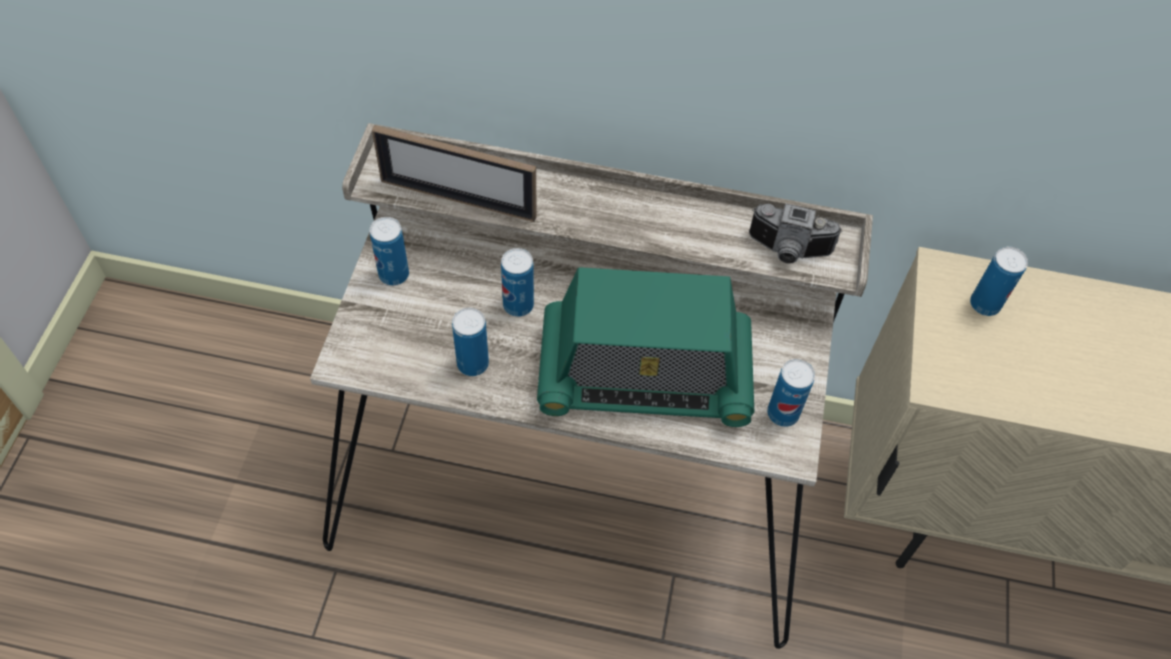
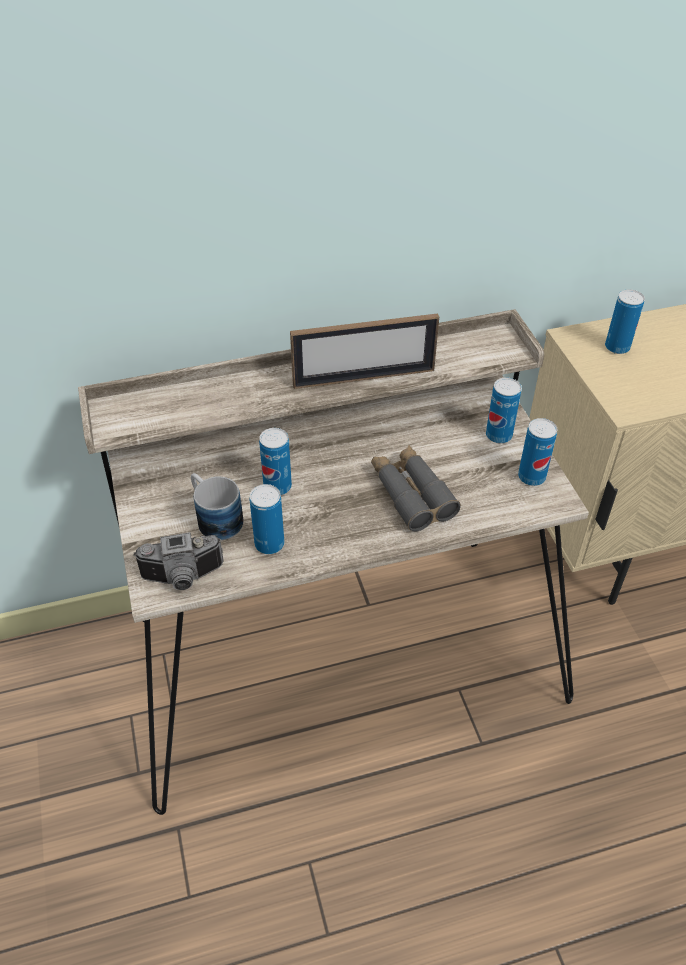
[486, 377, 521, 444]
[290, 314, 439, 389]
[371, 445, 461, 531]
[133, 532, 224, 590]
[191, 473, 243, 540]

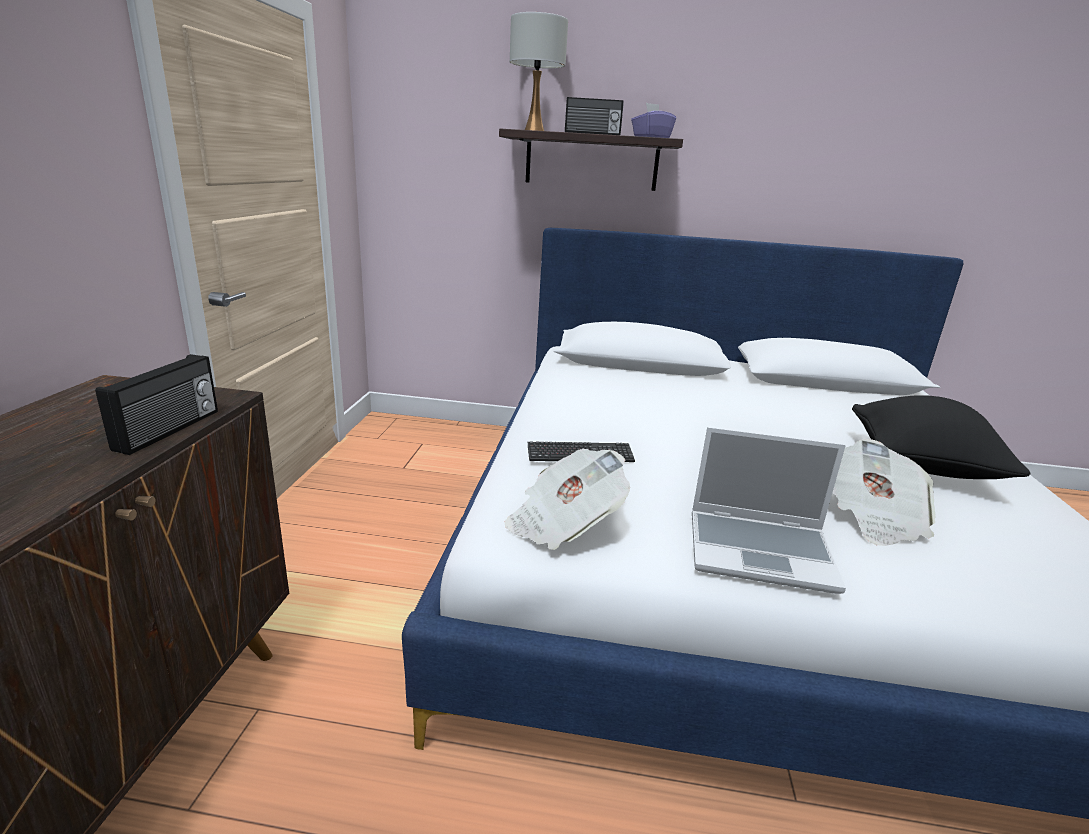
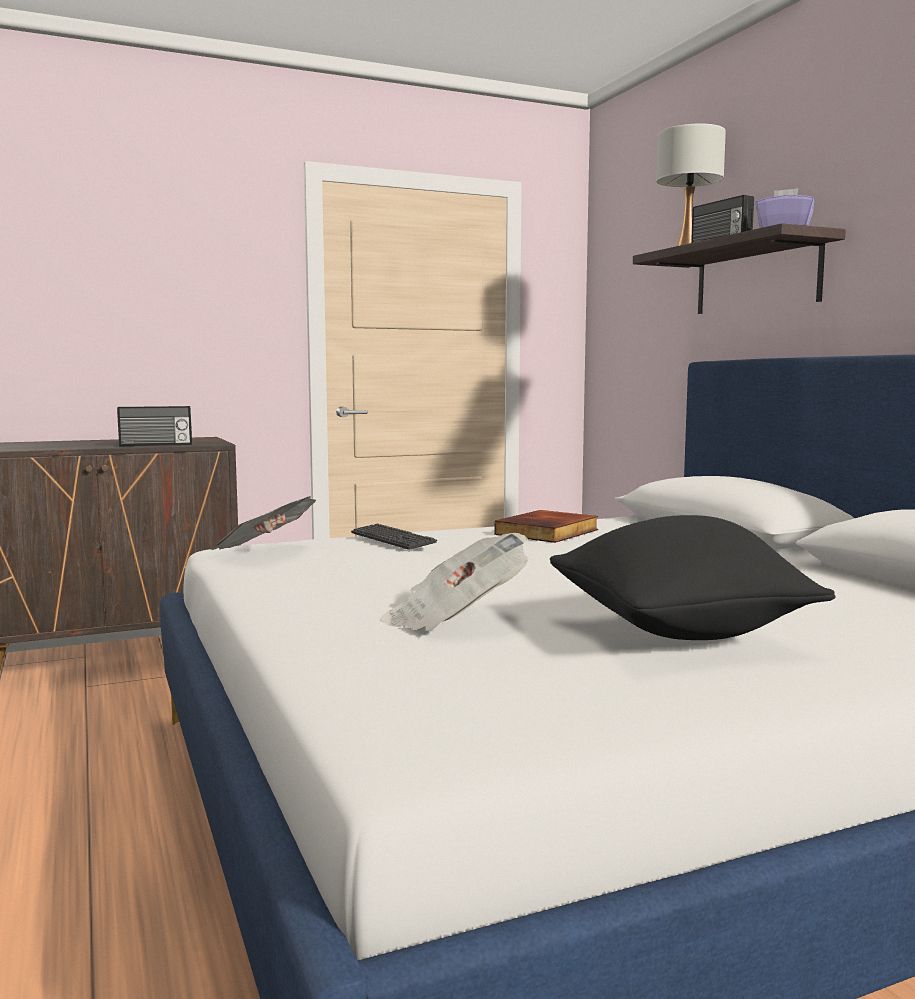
[692, 427, 846, 594] (first image)
[495, 510, 598, 543]

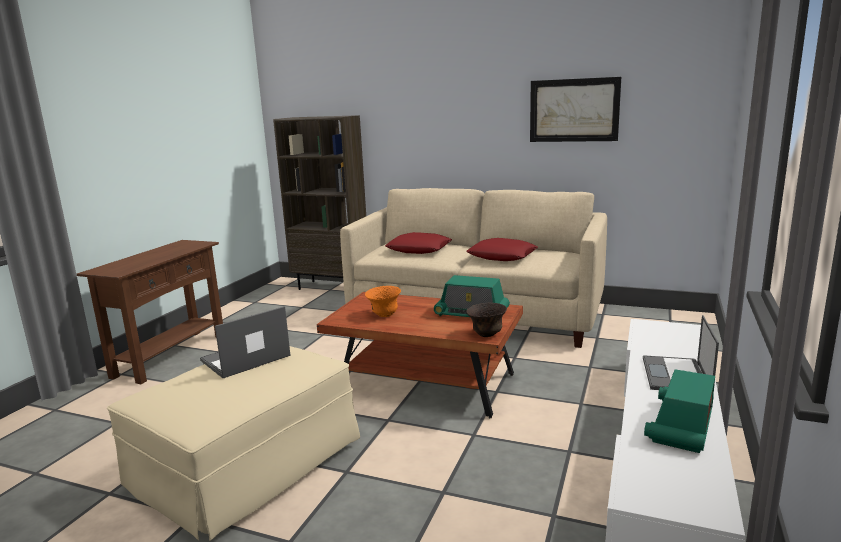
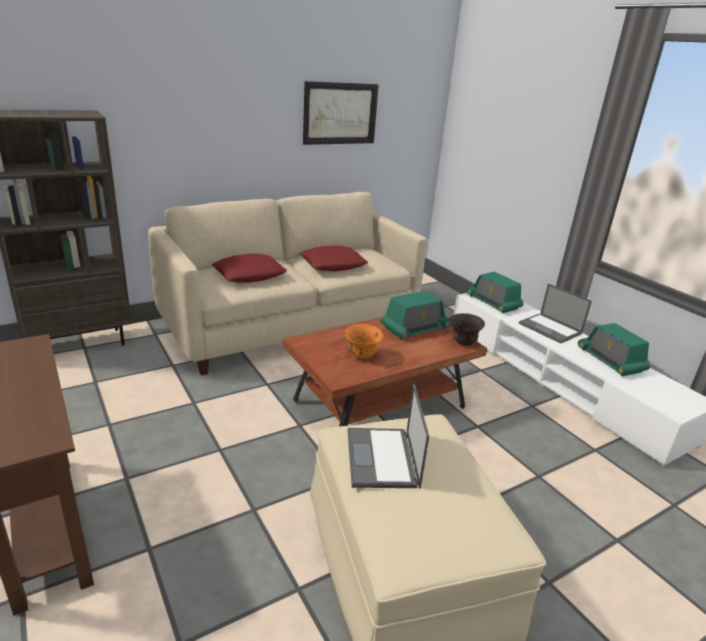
[466, 272, 523, 313]

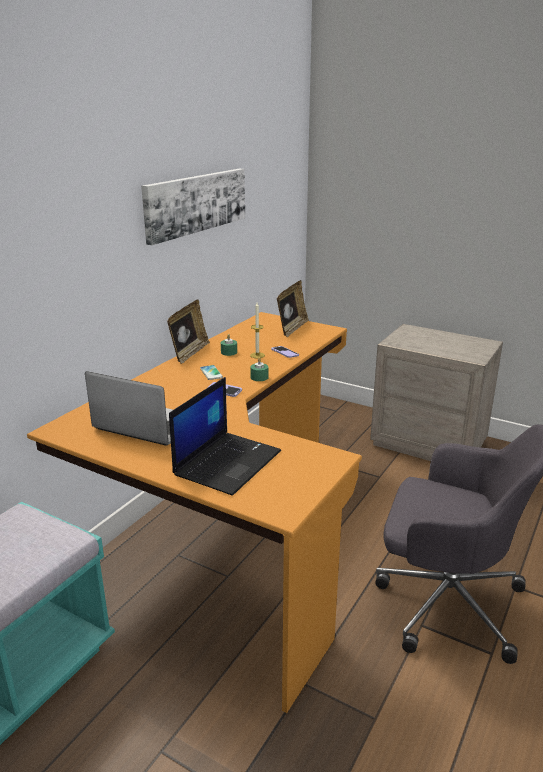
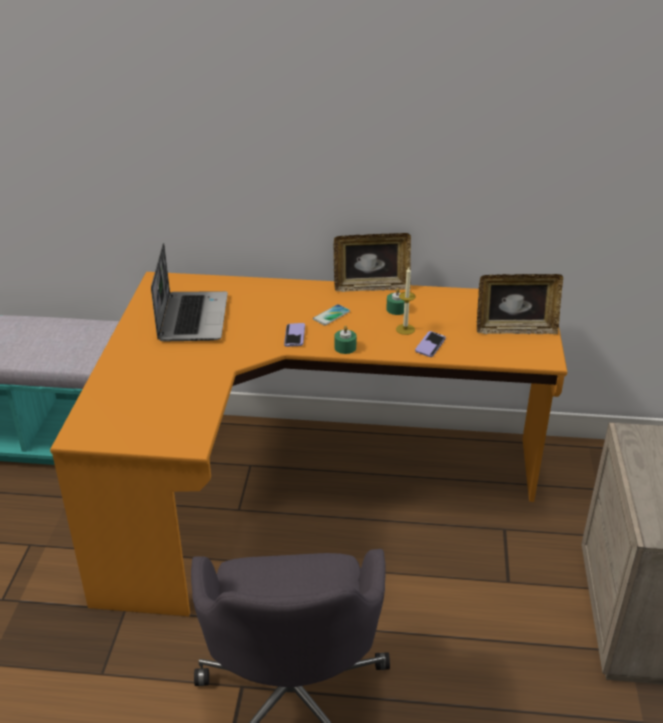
[141, 169, 245, 245] (first image)
[169, 377, 281, 496] (first image)

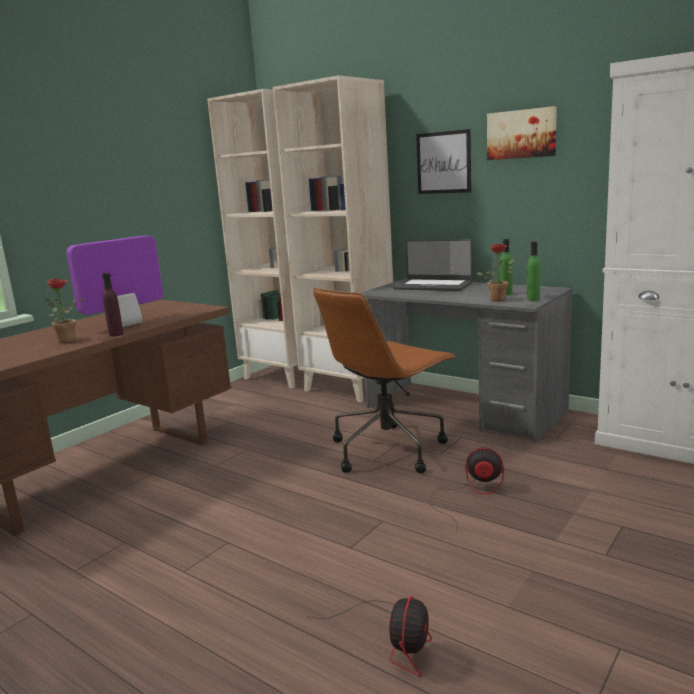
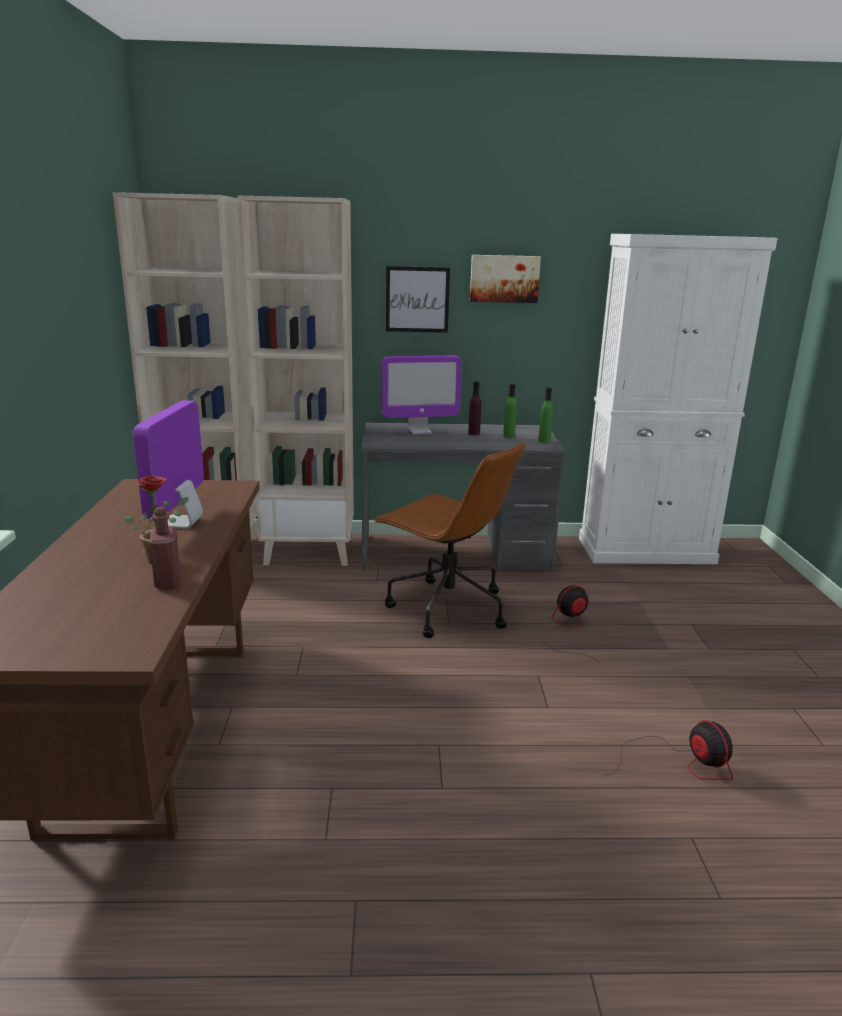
[468, 381, 481, 435]
[373, 441, 525, 638]
[381, 355, 462, 434]
[476, 243, 515, 302] (first image)
[149, 507, 180, 589]

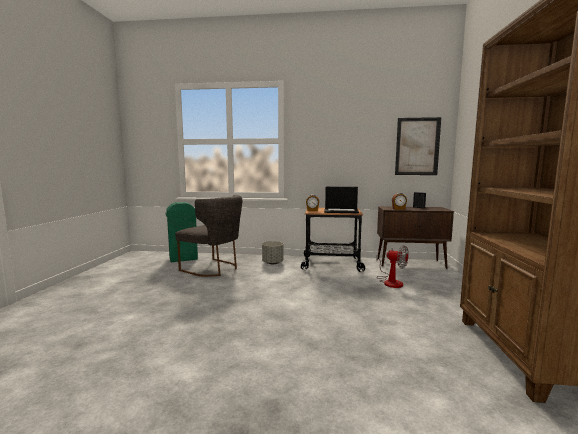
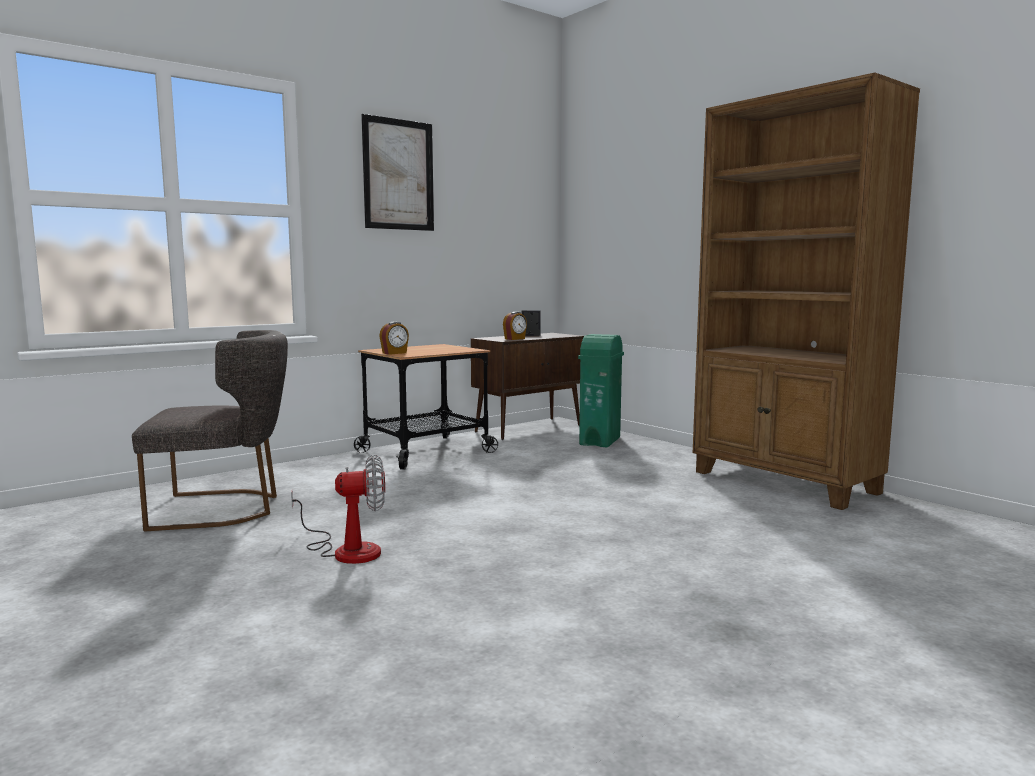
[578, 334, 624, 447]
[262, 241, 283, 264] (first image)
[324, 187, 359, 214] (first image)
[291, 454, 385, 564]
[361, 114, 434, 231]

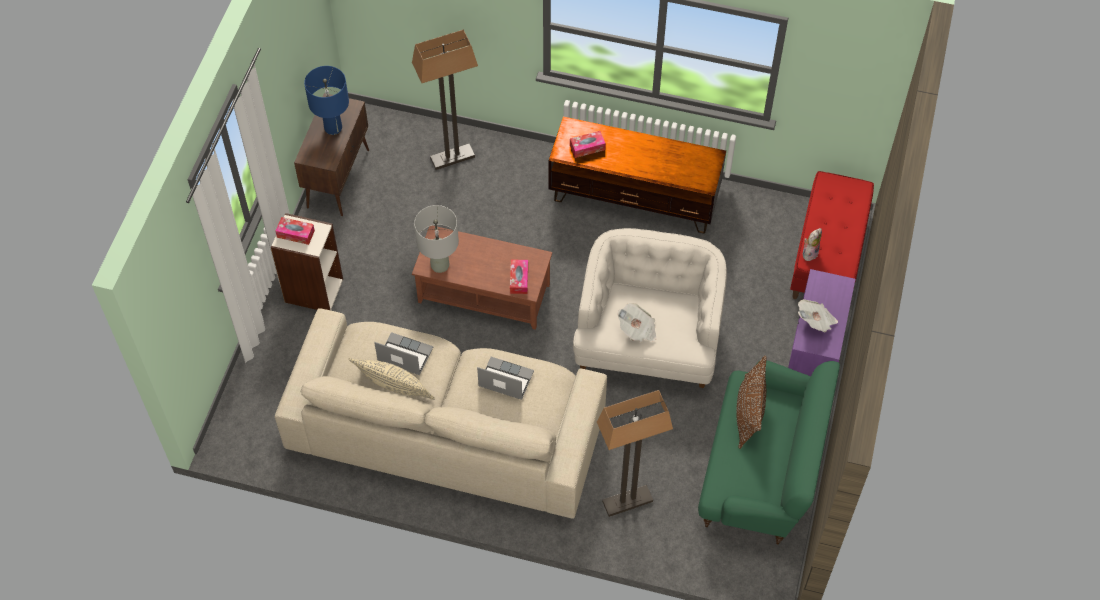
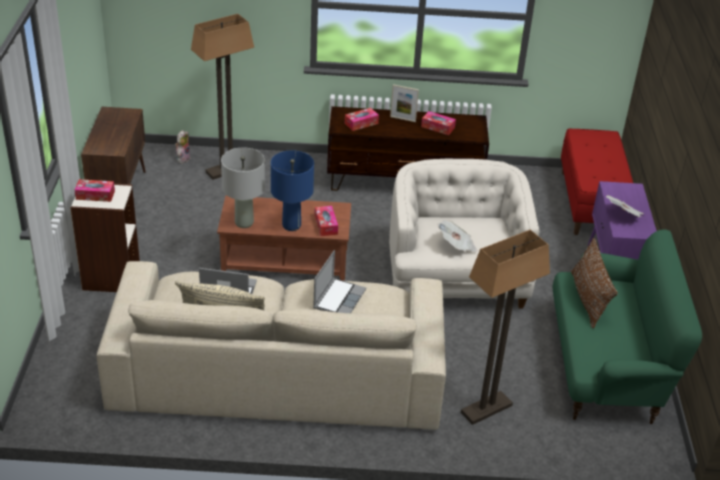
[271, 150, 314, 231]
[313, 250, 366, 313]
[175, 130, 190, 163]
[390, 84, 419, 122]
[421, 111, 456, 135]

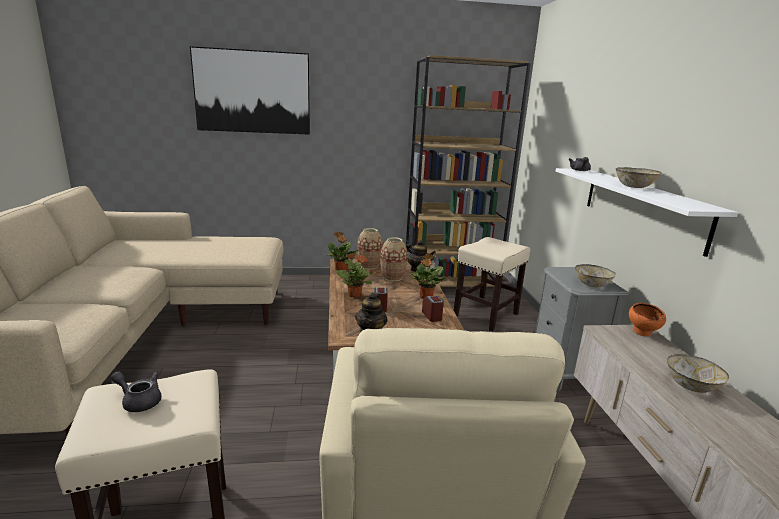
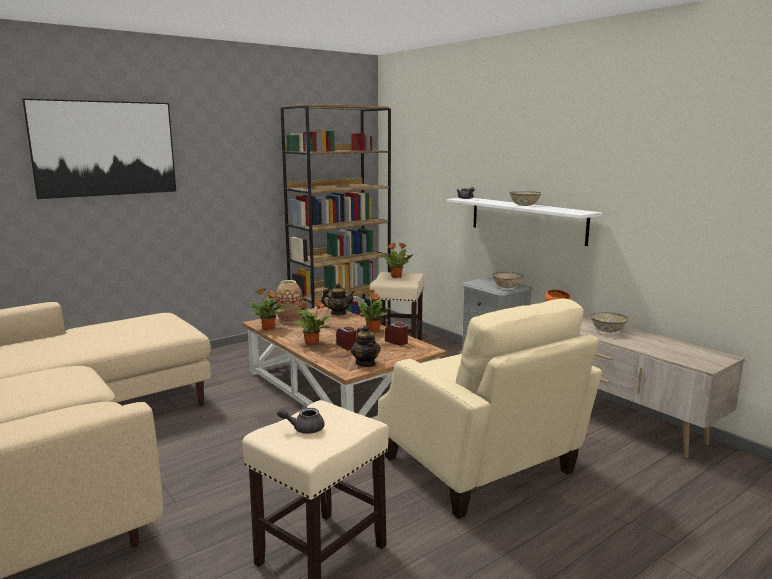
[380, 237, 408, 281] (first image)
[382, 243, 414, 278]

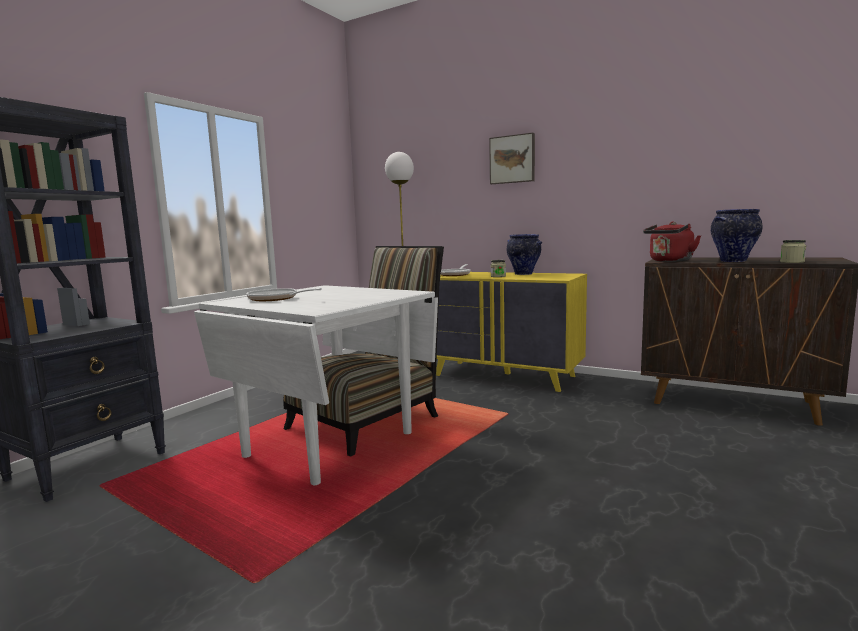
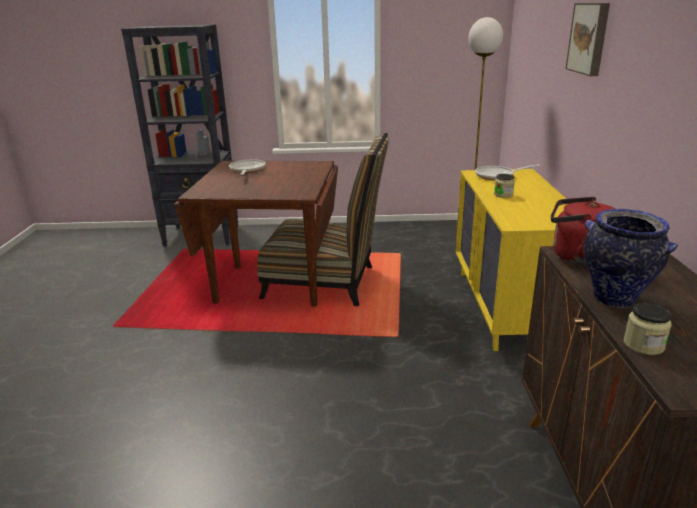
[174, 161, 338, 306]
[507, 234, 542, 275] (first image)

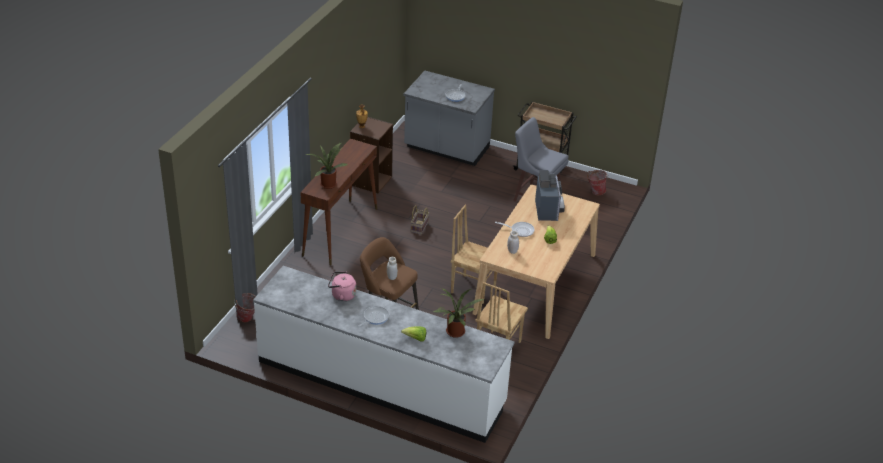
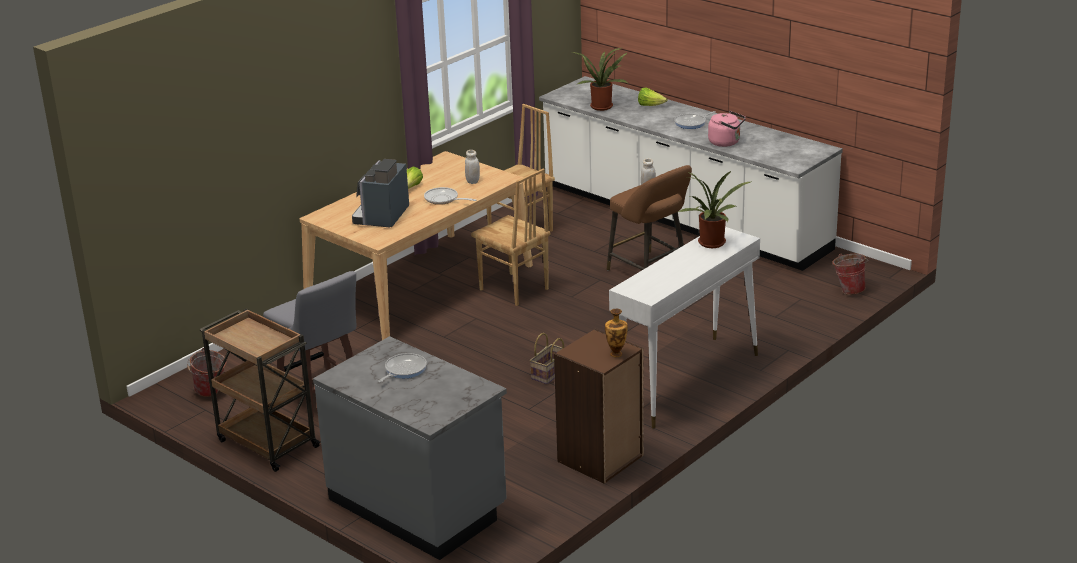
[609, 227, 760, 429]

